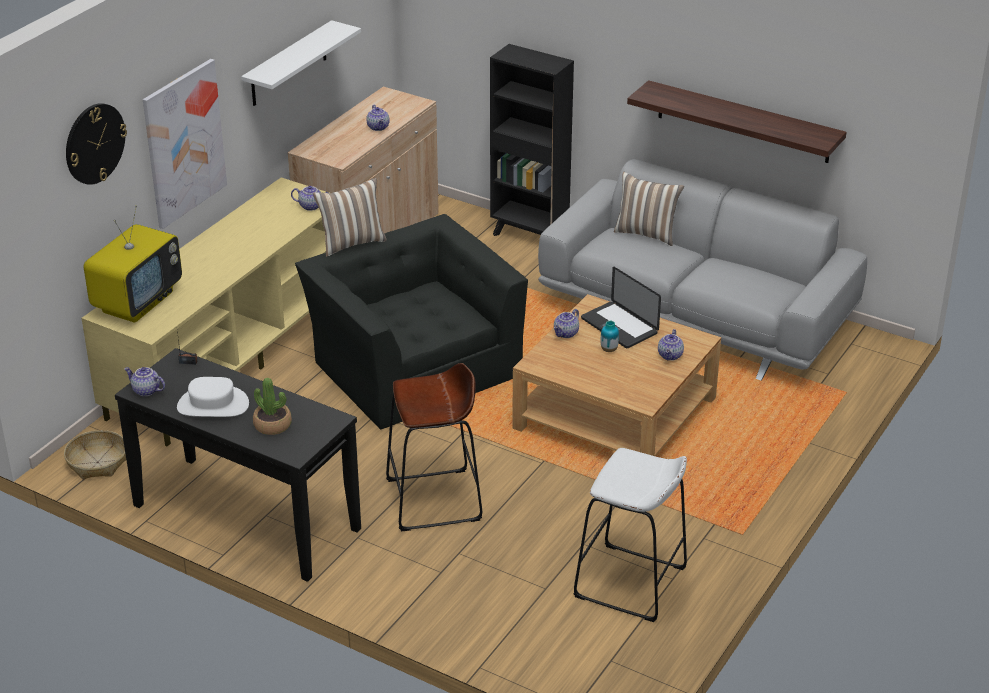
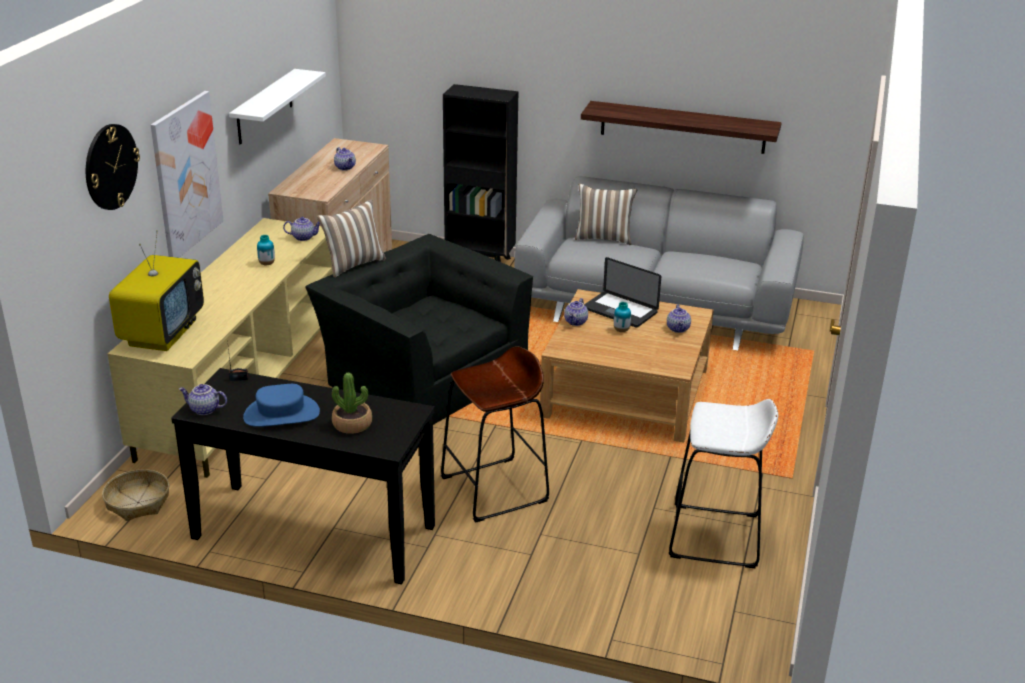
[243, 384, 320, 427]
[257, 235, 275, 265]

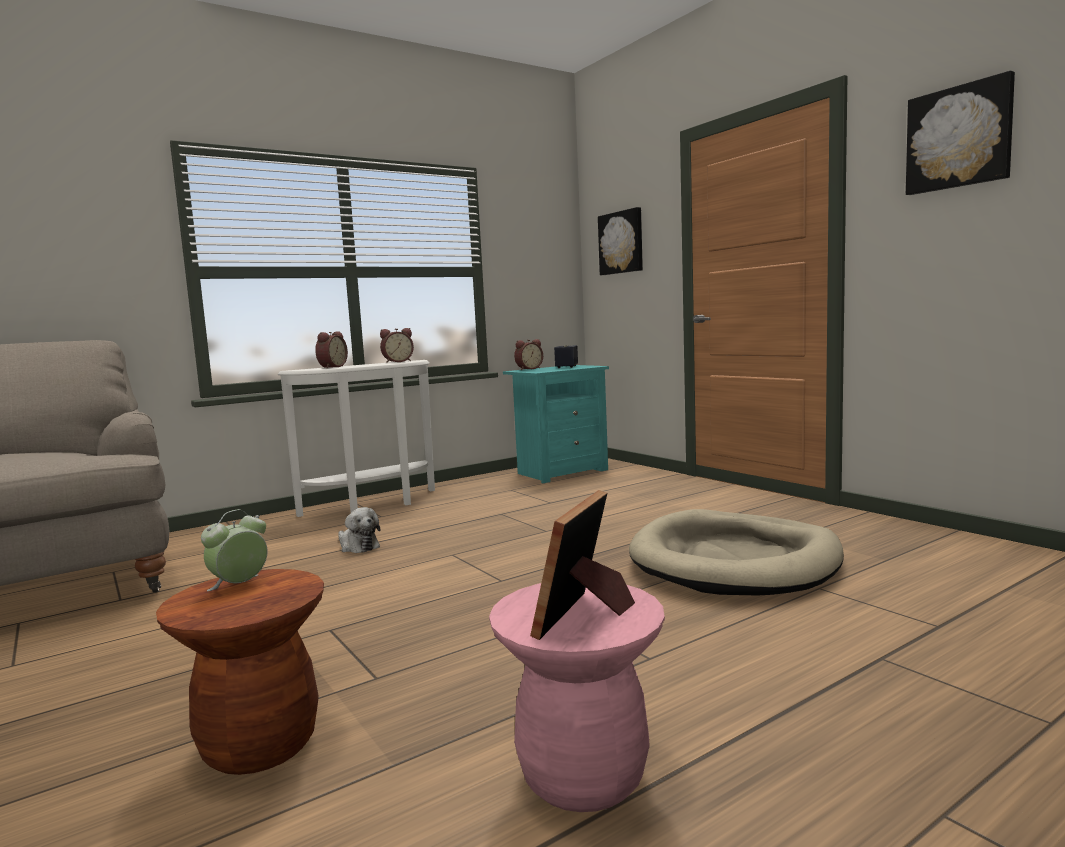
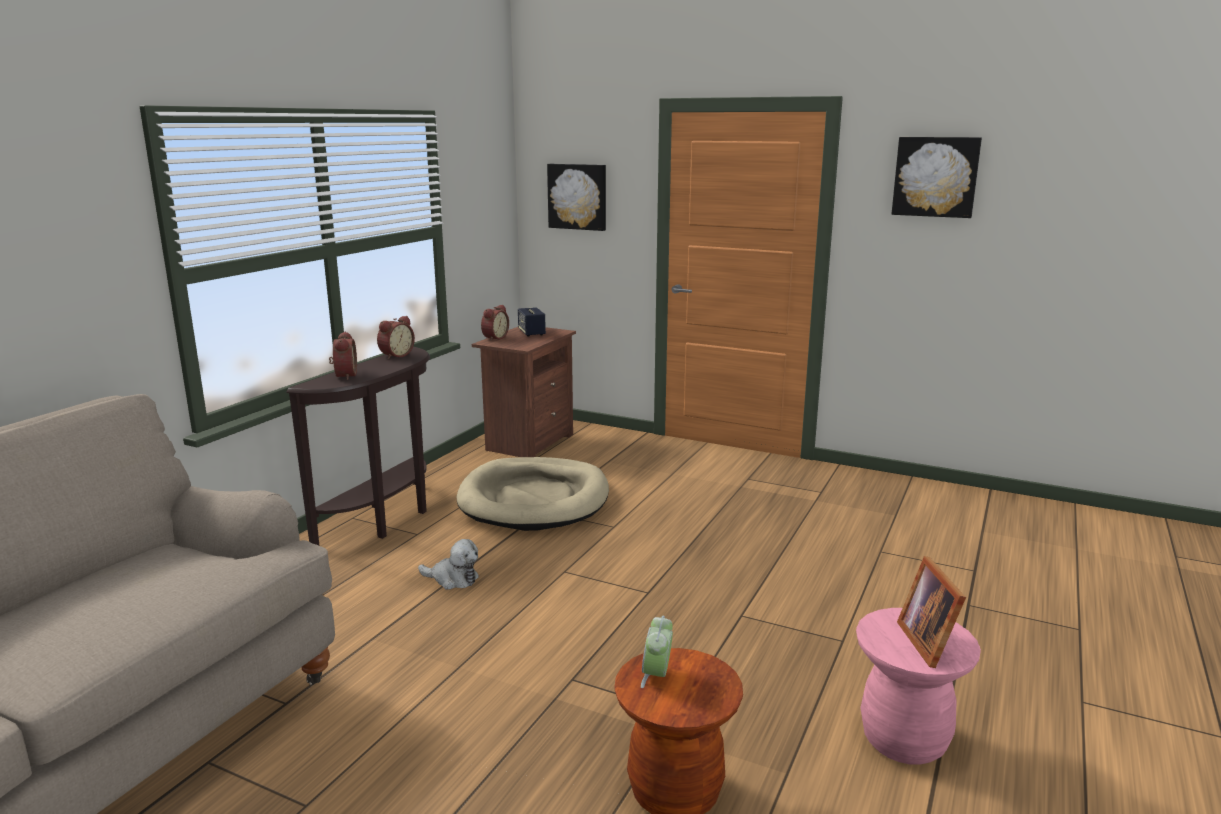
[286, 347, 430, 545]
[472, 327, 576, 457]
[457, 457, 609, 531]

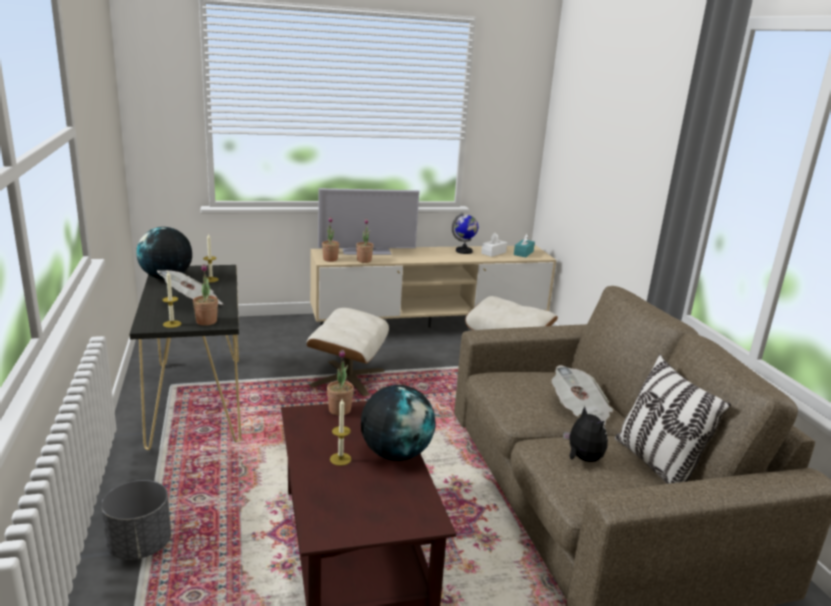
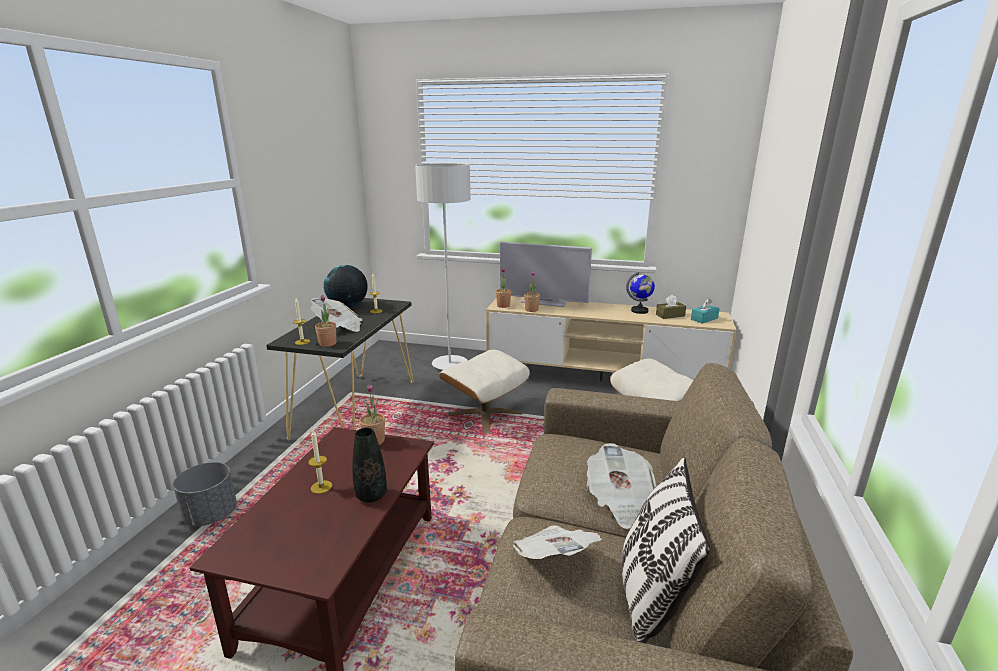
[352, 428, 387, 503]
[656, 295, 686, 319]
[513, 525, 602, 559]
[415, 163, 471, 370]

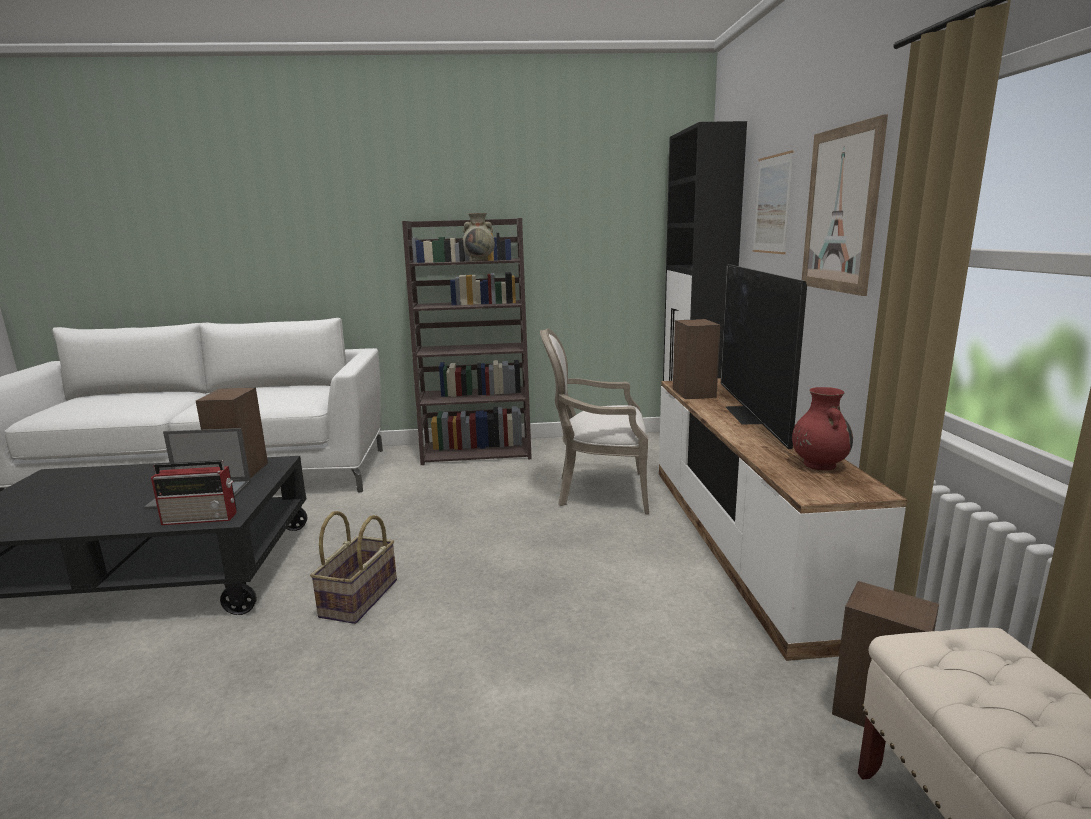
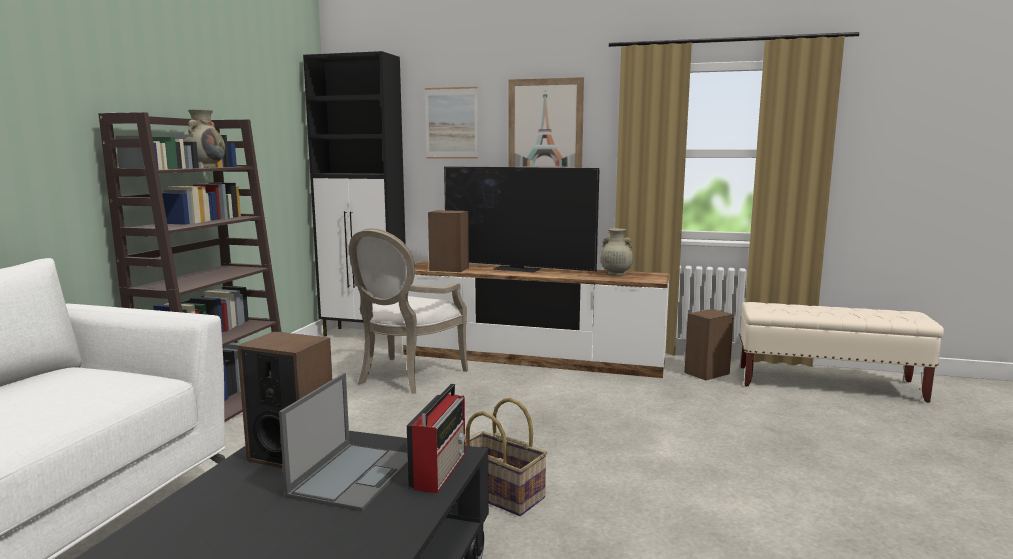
[600, 228, 633, 276]

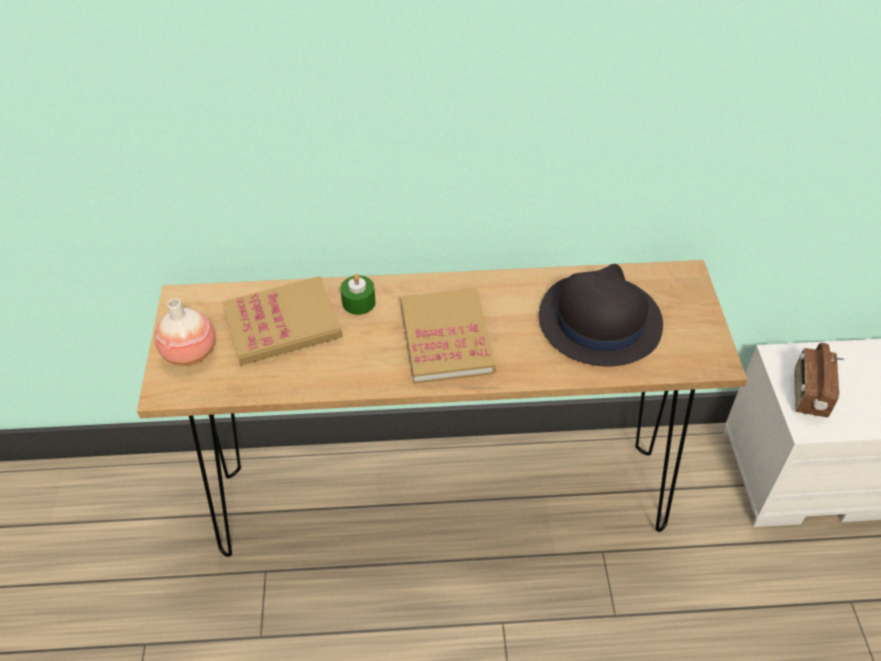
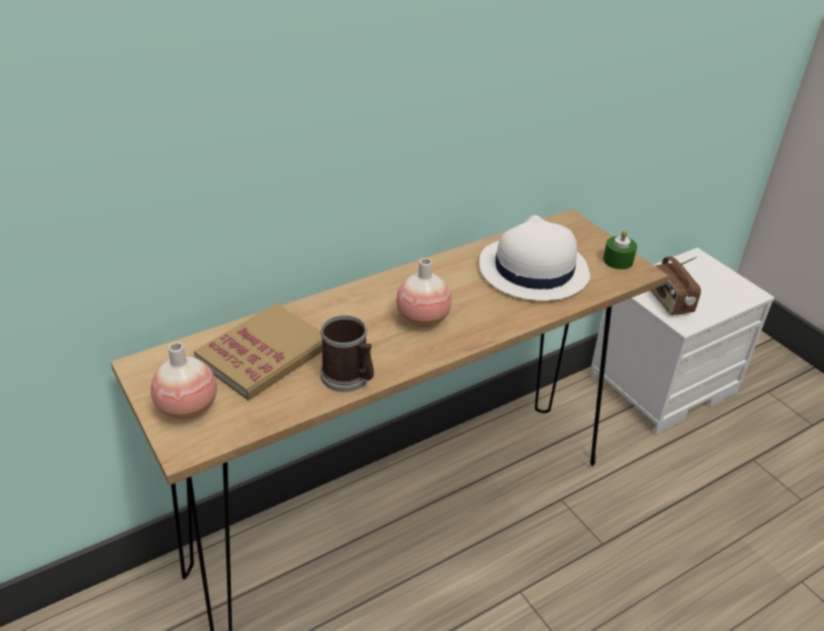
[603, 230, 637, 269]
[396, 258, 452, 327]
[479, 215, 590, 301]
[320, 315, 374, 392]

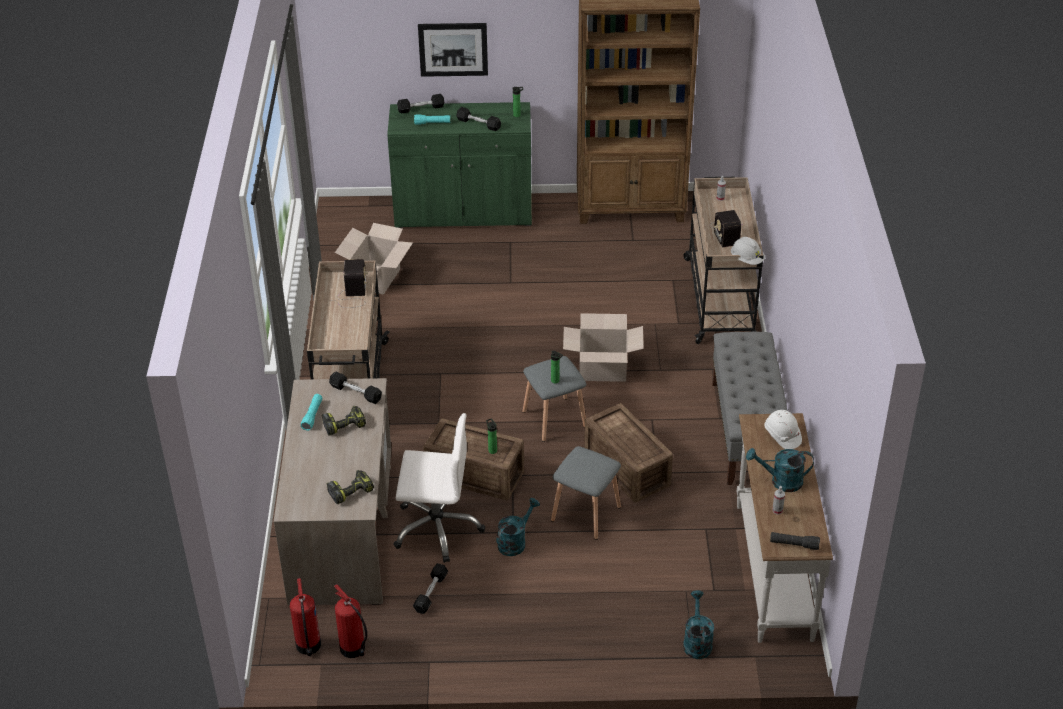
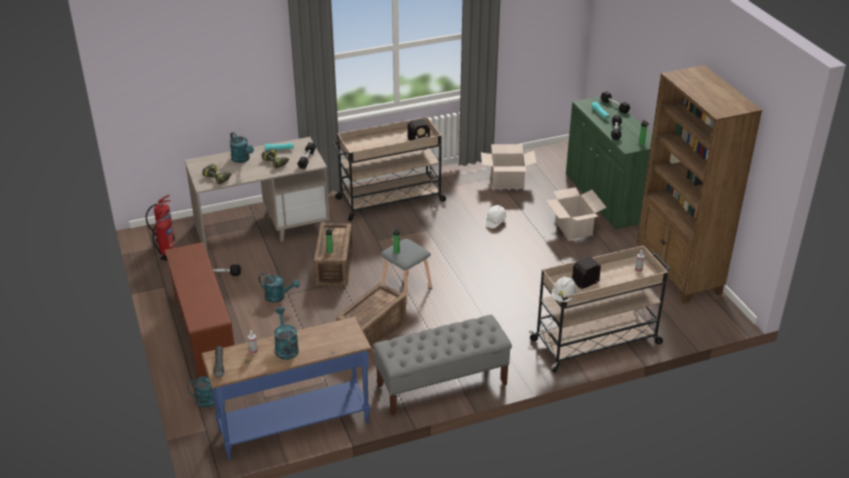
[393, 413, 485, 563] (first image)
[418, 23, 488, 77] (first image)
[551, 446, 621, 540] (first image)
[546, 187, 607, 240]
[201, 317, 372, 460]
[484, 205, 507, 228]
[165, 242, 234, 378]
[229, 132, 254, 163]

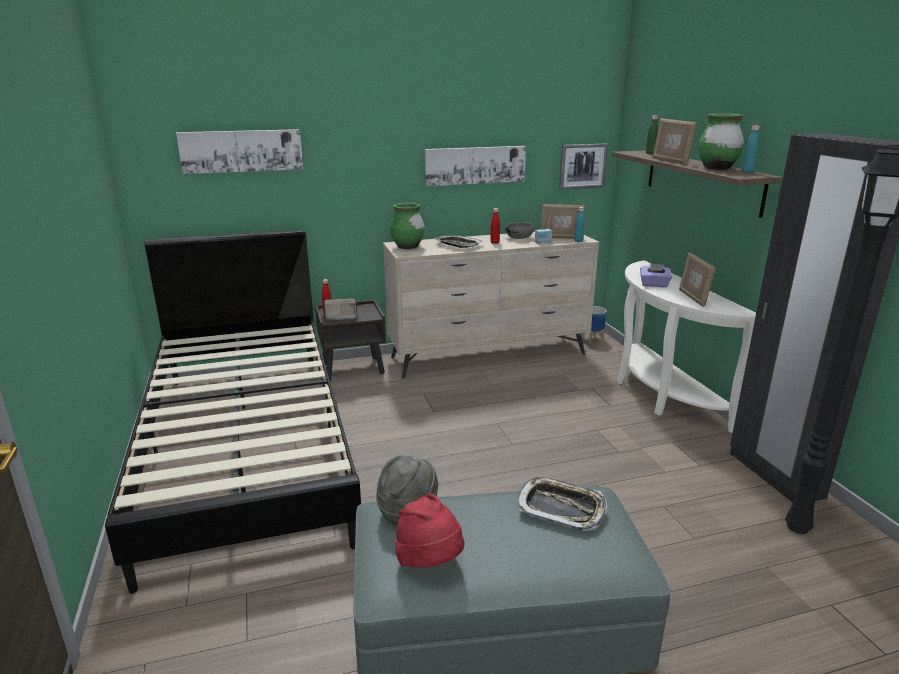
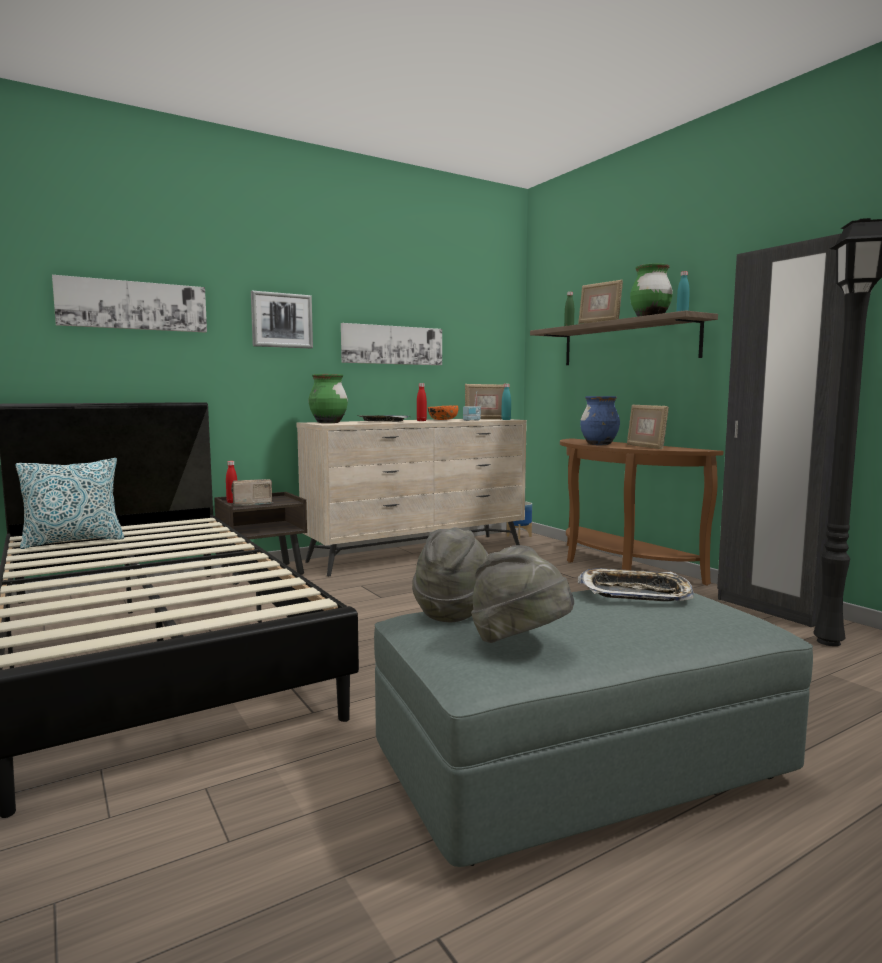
[471, 545, 574, 643]
[428, 405, 458, 420]
[251, 291, 313, 349]
[560, 438, 723, 586]
[580, 396, 620, 445]
[15, 458, 124, 549]

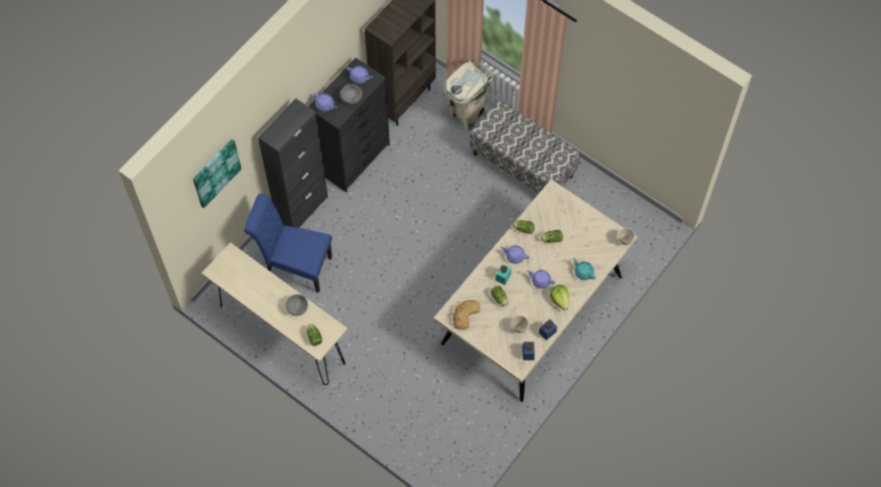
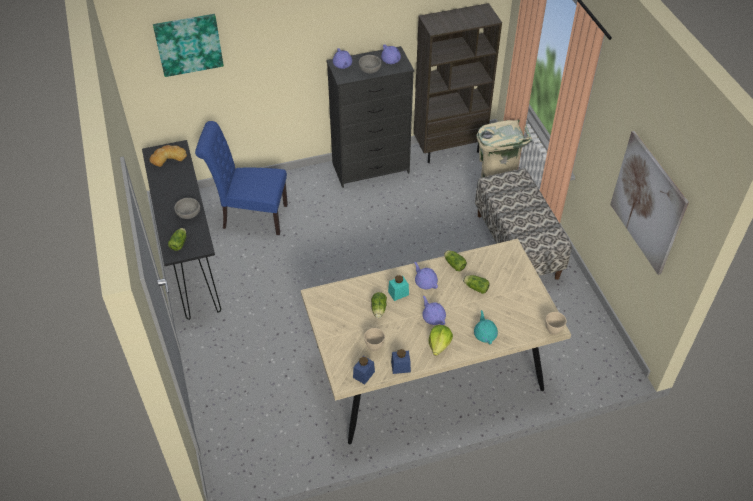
[142, 140, 221, 320]
[195, 121, 288, 235]
[258, 98, 328, 228] (first image)
[150, 145, 187, 167]
[610, 131, 689, 275]

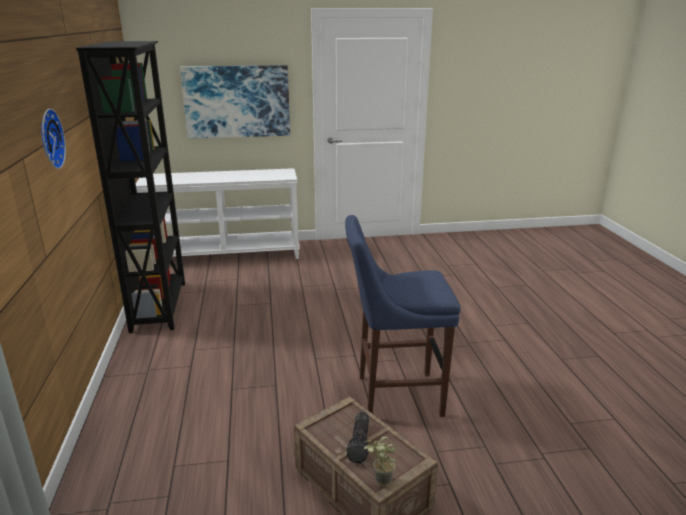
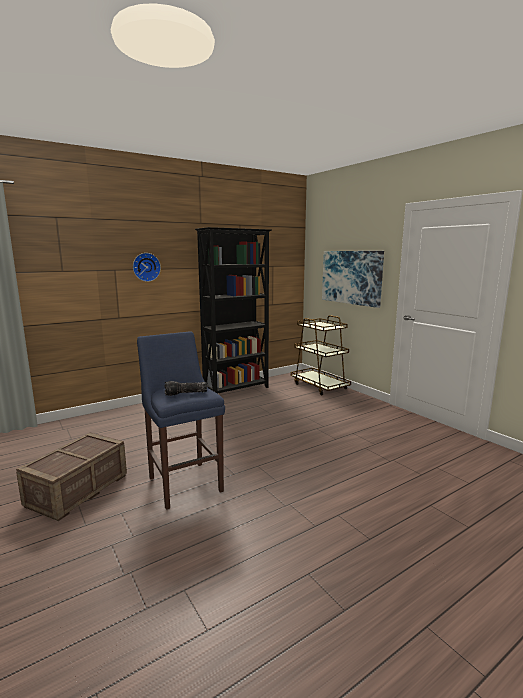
[291, 315, 351, 395]
[165, 381, 207, 396]
[364, 437, 397, 488] (first image)

